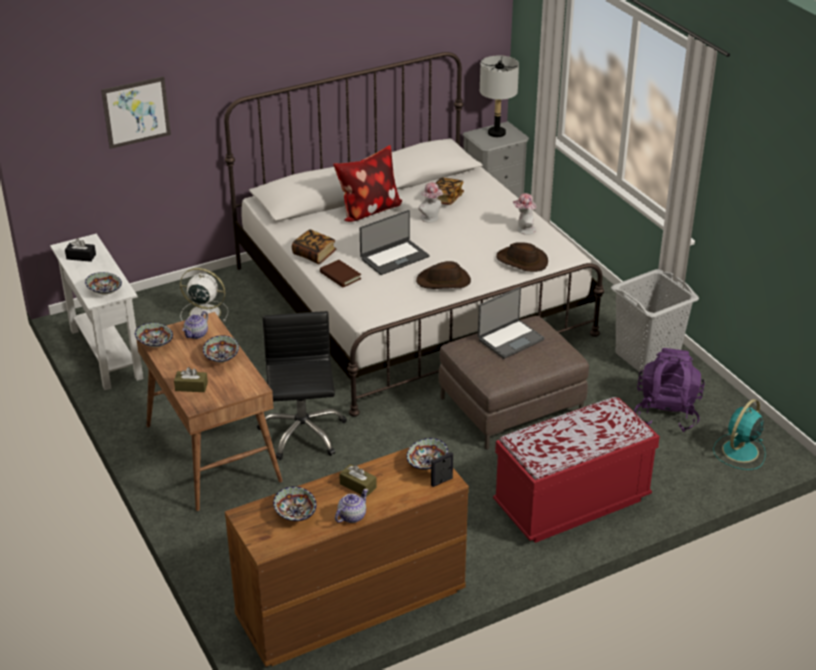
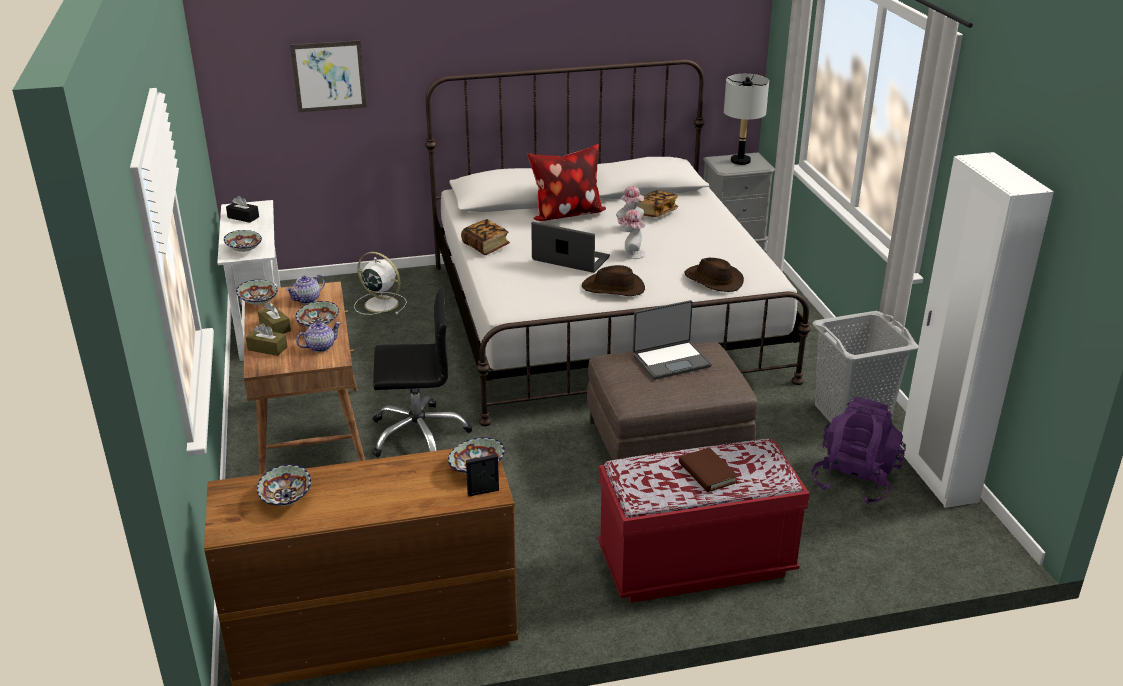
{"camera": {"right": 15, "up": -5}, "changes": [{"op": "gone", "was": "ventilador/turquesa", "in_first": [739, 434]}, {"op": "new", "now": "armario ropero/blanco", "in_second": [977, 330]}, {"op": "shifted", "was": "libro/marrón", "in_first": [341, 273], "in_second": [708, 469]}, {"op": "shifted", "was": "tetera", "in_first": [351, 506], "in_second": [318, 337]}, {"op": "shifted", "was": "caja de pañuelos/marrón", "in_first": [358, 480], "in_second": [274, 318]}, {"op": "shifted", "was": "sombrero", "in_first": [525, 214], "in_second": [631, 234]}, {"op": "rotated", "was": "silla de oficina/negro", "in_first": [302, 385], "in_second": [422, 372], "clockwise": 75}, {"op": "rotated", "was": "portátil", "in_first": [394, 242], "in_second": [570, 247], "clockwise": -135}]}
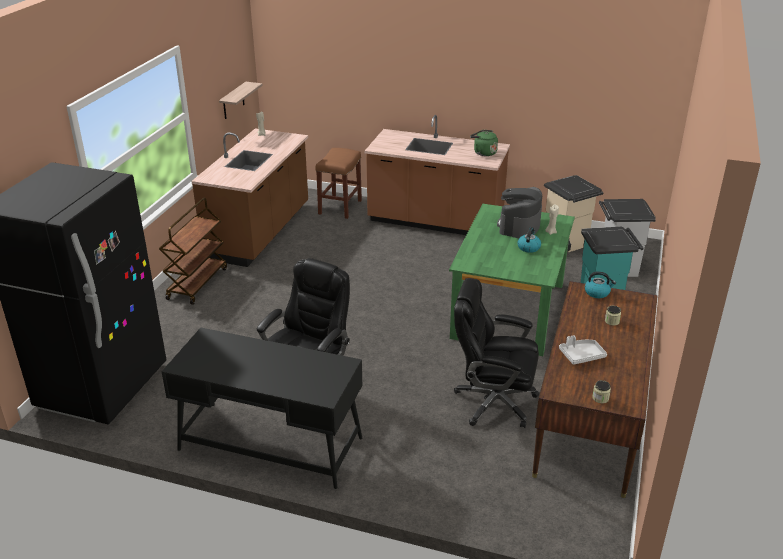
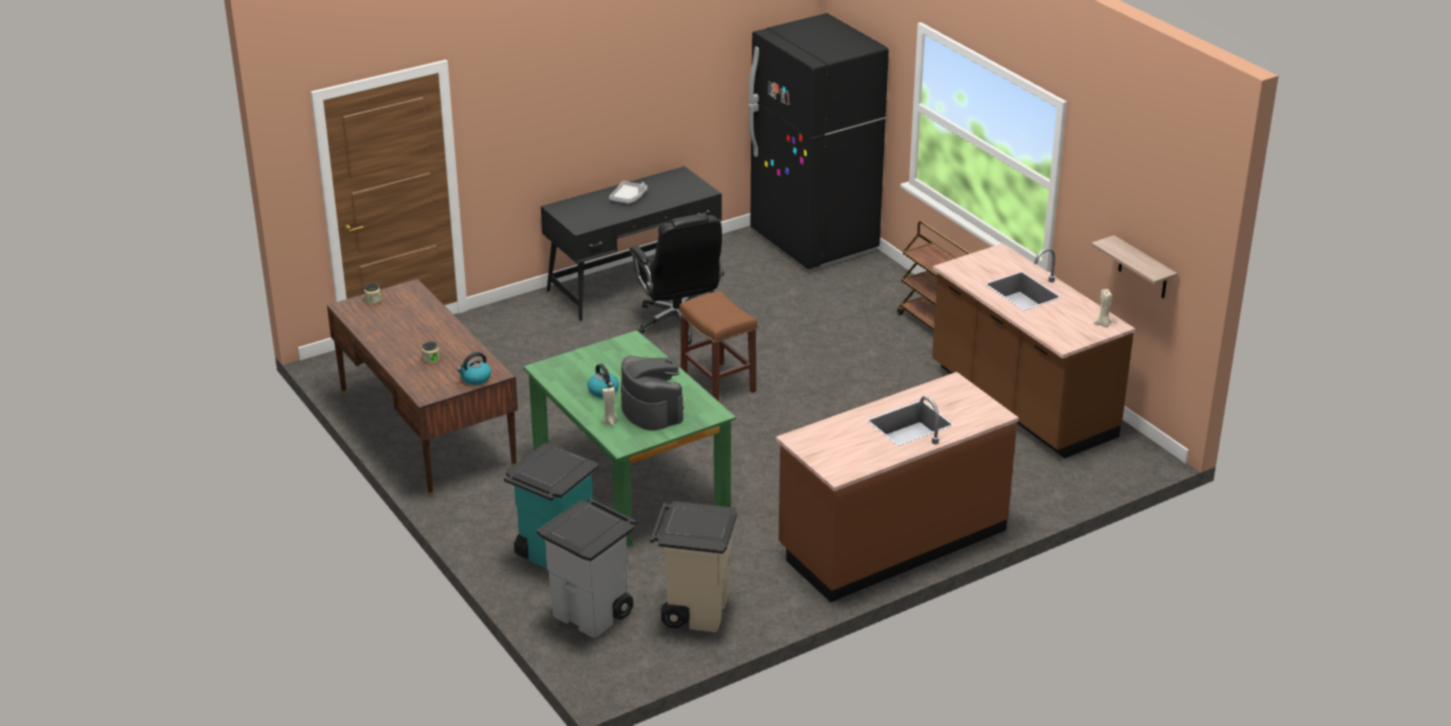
{"camera": {"right": 130, "up": 0}, "changes": [{"op": "gone", "was": "silla de oficina/negro", "in_first": [496, 353]}, {"op": "gone", "was": "hervidor/verde", "in_first": [484, 143]}, {"op": "shifted", "was": "taburete/marrón", "in_first": [339, 183], "in_second": [718, 346]}, {"op": "shifted", "was": "bandeja/gris", "in_first": [583, 350], "in_second": [628, 192]}]}
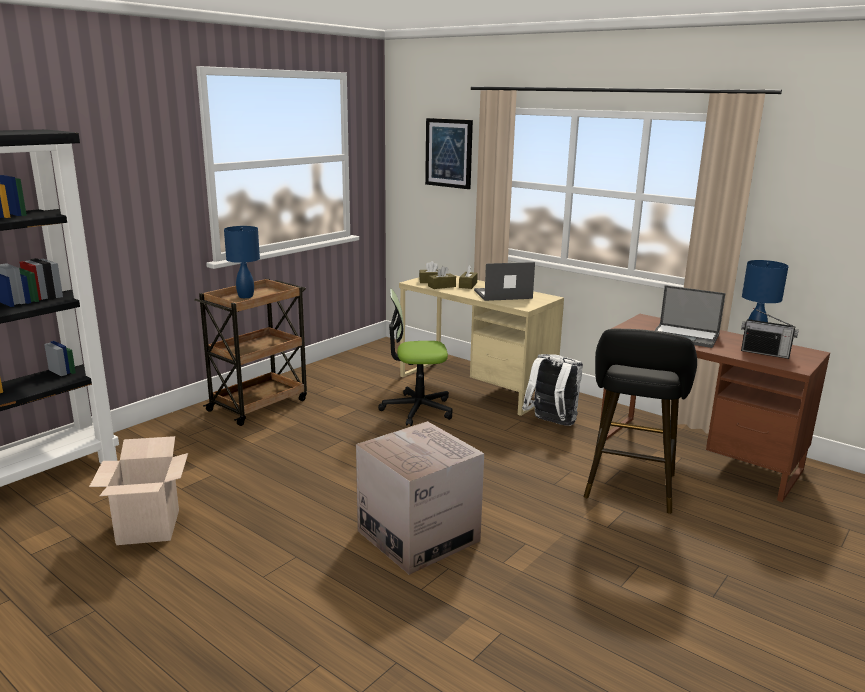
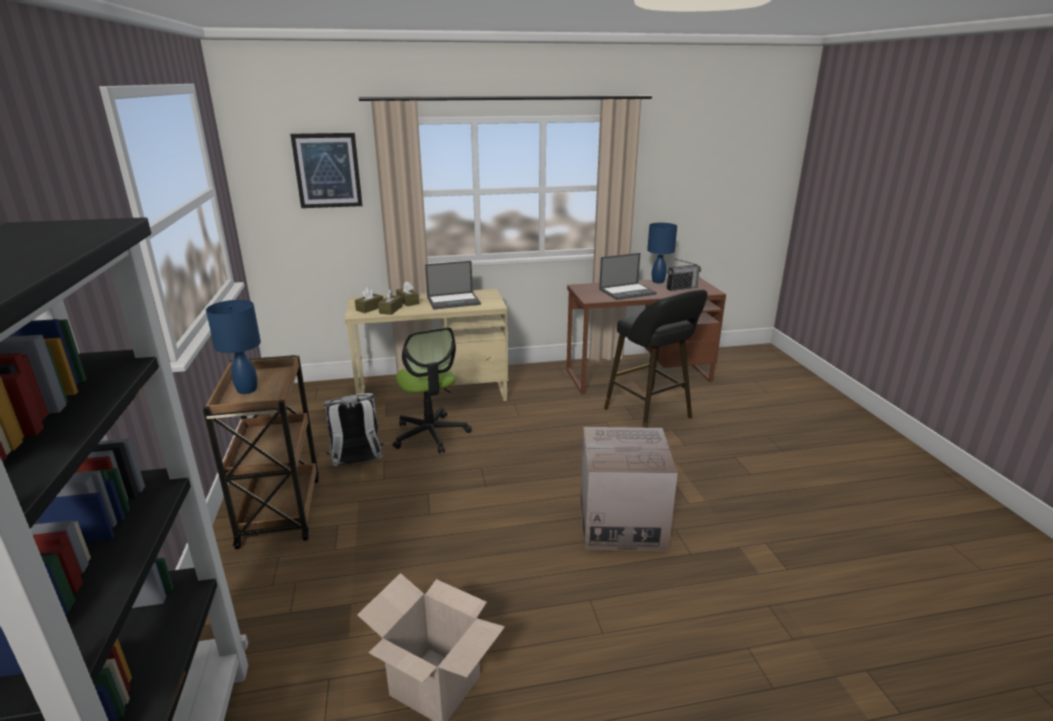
{"camera": {"right": -50, "up": 5}, "changes": [{"op": "shifted", "was": "mochila/blanco", "in_first": [552, 390], "in_second": [353, 429]}, {"op": "rotated", "was": "silla de oficina", "in_first": [415, 357], "in_second": [432, 390], "clockwise": -60}, {"op": "rotated", "was": "portátil", "in_first": [504, 281], "in_second": [453, 285], "clockwise": -135}]}
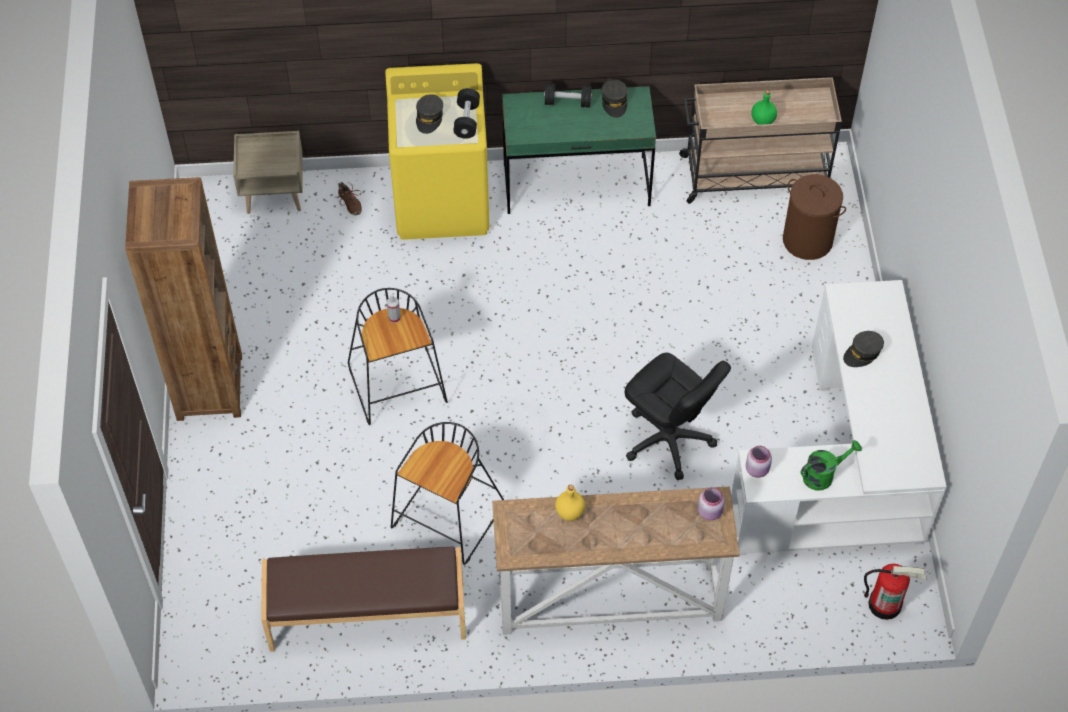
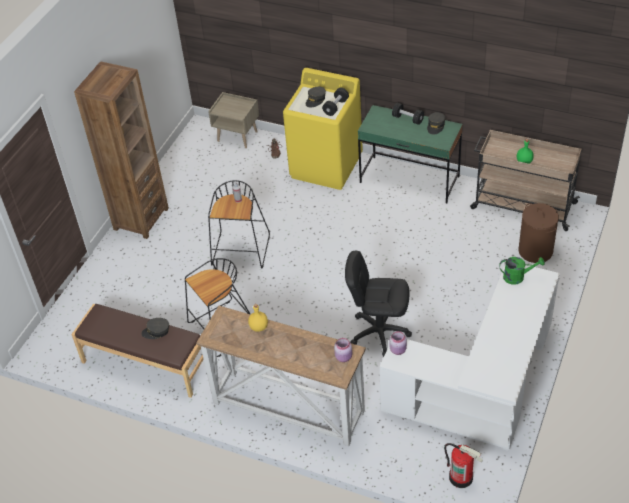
{"camera": {"right": 30, "up": -10}, "changes": [{"op": "shifted", "was": "regadera/verde", "in_first": [831, 465], "in_second": [522, 271]}, {"op": "shifted", "was": "gorra/gris", "in_first": [863, 349], "in_second": [155, 328]}, {"op": "rotated", "was": "silla de oficina/negro", "in_first": [677, 416], "in_second": [378, 304], "clockwise": 120}]}
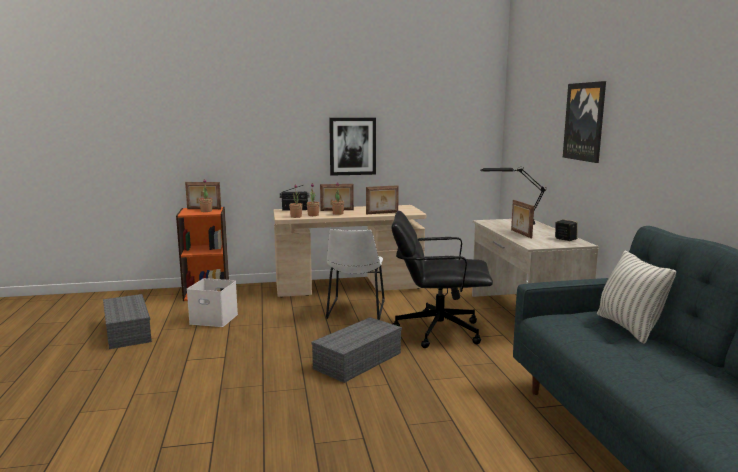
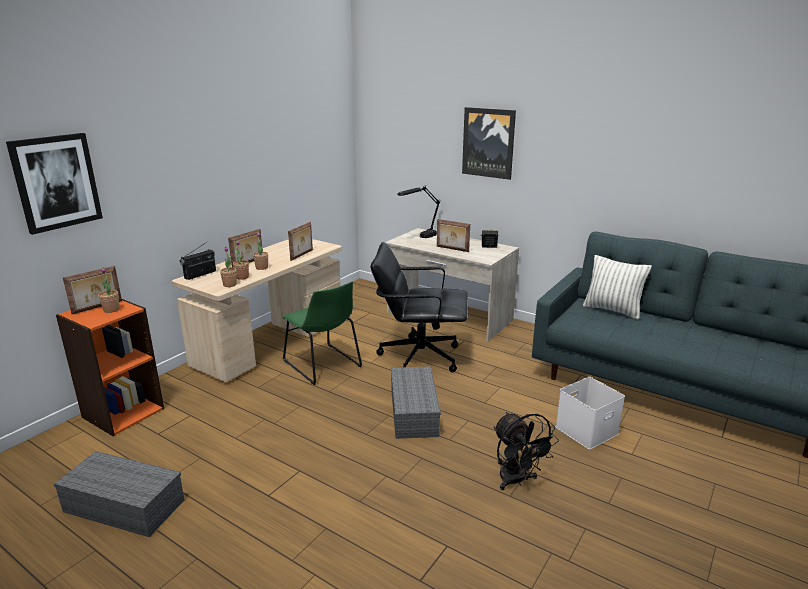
{"camera": {"right": -45, "up": 10}, "changes": [{"op": "new", "now": "ventilador/negro", "in_second": [526, 451]}, {"op": "shifted", "was": "caja de almacenaje/blanco", "in_first": [212, 302], "in_second": [590, 413]}, {"op": "shifted", "was": "cuadro", "in_first": [352, 147], "in_second": [54, 184]}, {"op": "repainted", "was": "silla/blanco", "now": "silla/verde", "in_first": [355, 274], "in_second": [322, 333]}, {"op": "rotated", "was": "silla de oficina/negro", "in_first": [442, 279], "in_second": [419, 307], "clockwise": 45}]}
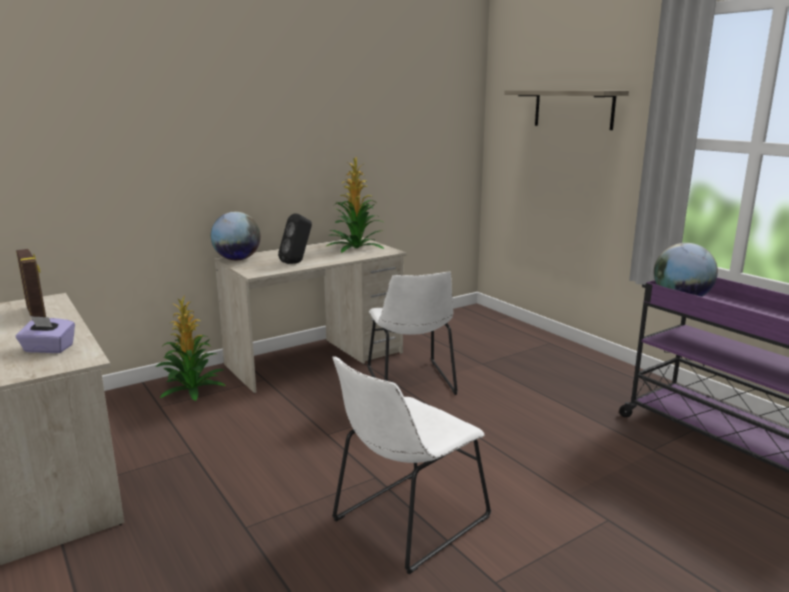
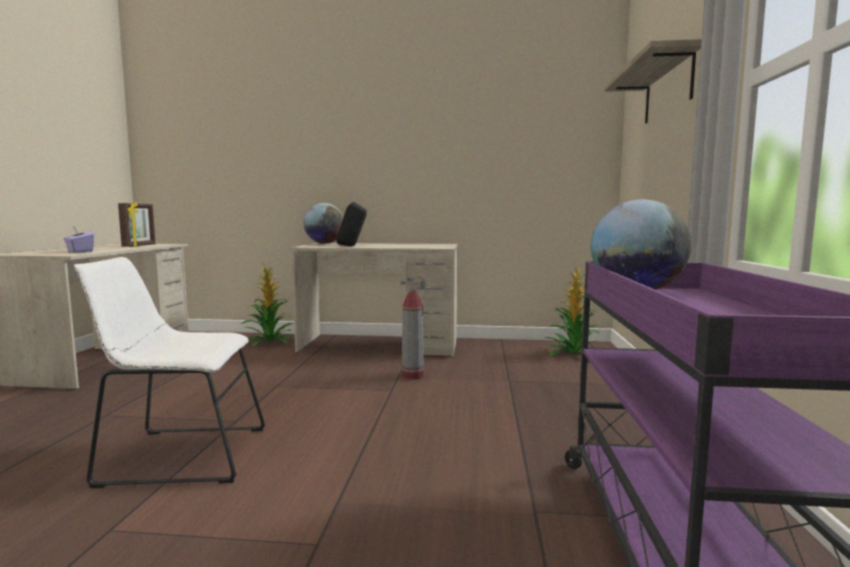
{"camera": {"right": 40, "up": -10}, "changes": [{"op": "shifted", "was": "planta en maceta", "in_first": [355, 204], "in_second": [572, 311]}, {"op": "swapped", "was": "silla/blanco", "now": "extintor", "in_first": [412, 333], "in_second": [412, 328]}]}
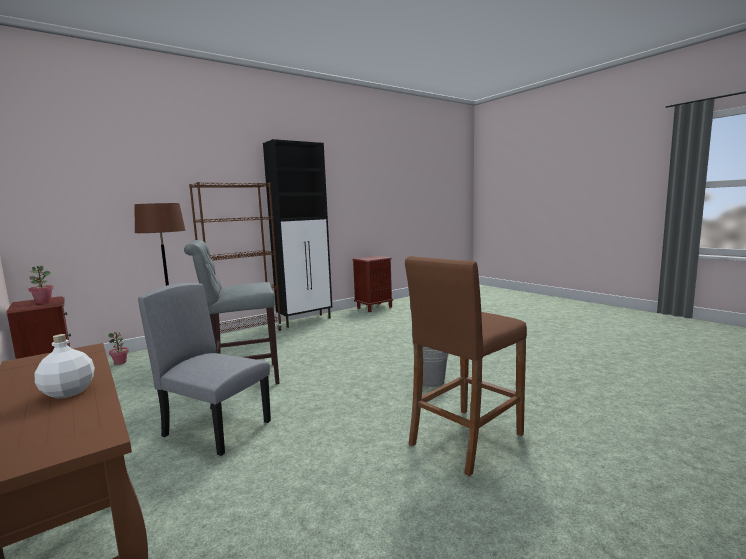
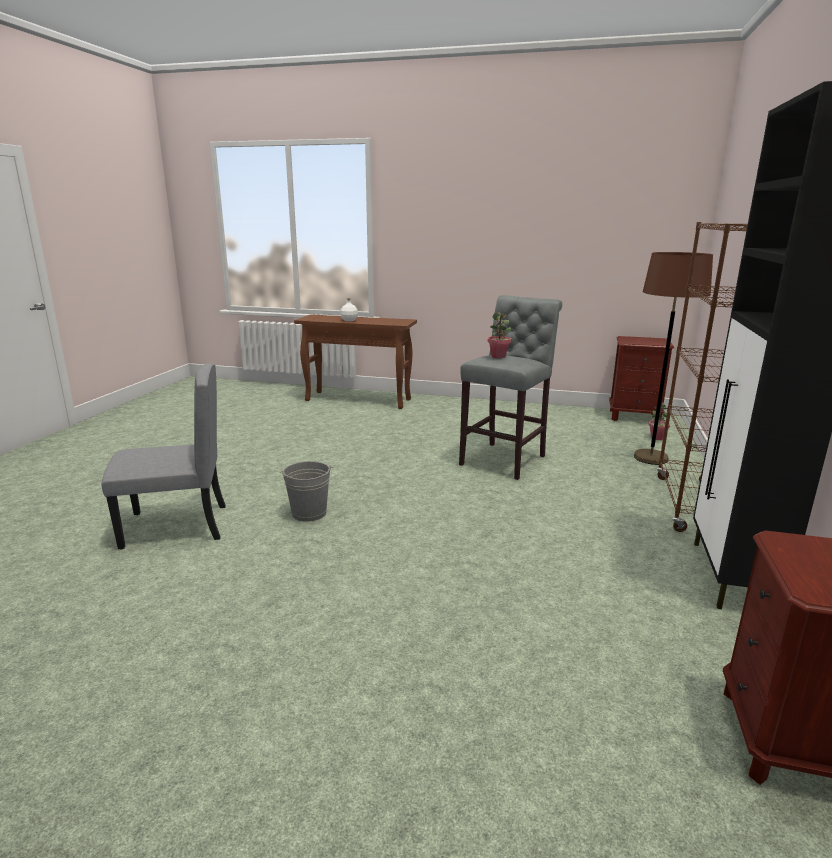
{"camera": {"right": 140, "up": 10}, "changes": [{"op": "gone", "was": "taburete/marrón", "in_first": [466, 366]}, {"op": "shifted", "was": "planta en maceta", "in_first": [41, 285], "in_second": [499, 335]}, {"op": "shifted", "was": "silla/gris", "in_first": [204, 369], "in_second": [163, 457]}]}
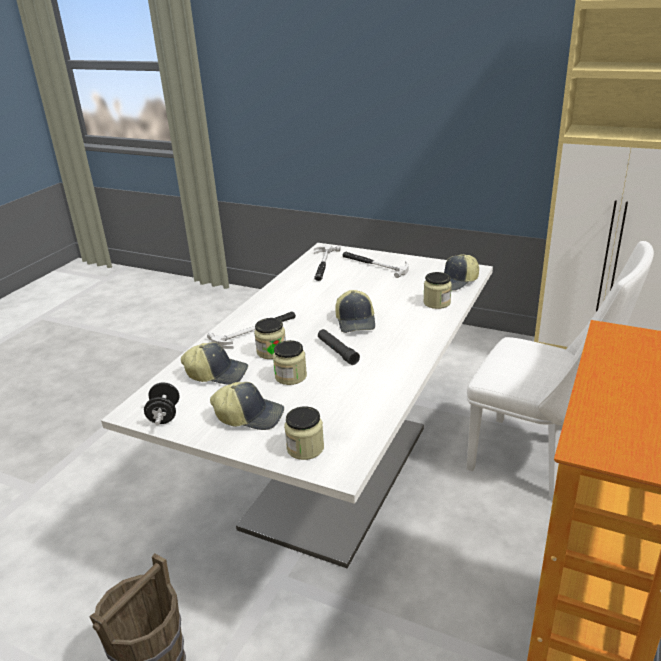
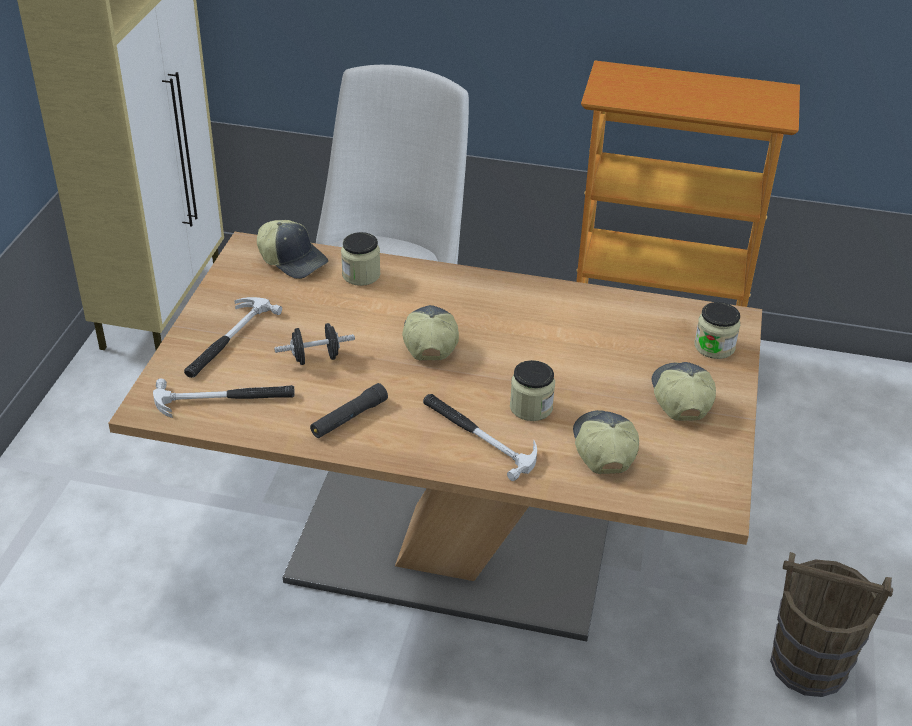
{"camera": {"right": -105, "up": 10}, "changes": [{"op": "gone", "was": "tarro", "in_first": [290, 362]}, {"op": "shifted", "was": "mancuerna/negro", "in_first": [162, 404], "in_second": [314, 344]}, {"op": "shifted", "was": "linterna/negro", "in_first": [339, 347], "in_second": [349, 410]}, {"op": "repainted", "was": "mesa de comedor/blanco", "now": "mesa de comedor/marrón", "in_first": [297, 405], "in_second": [435, 436]}, {"op": "rotated", "was": "gorra", "in_first": [355, 311], "in_second": [430, 333], "clockwise": -75}]}
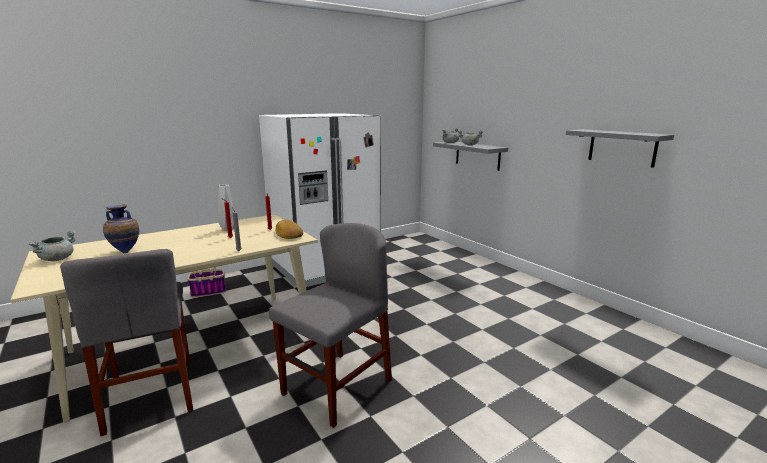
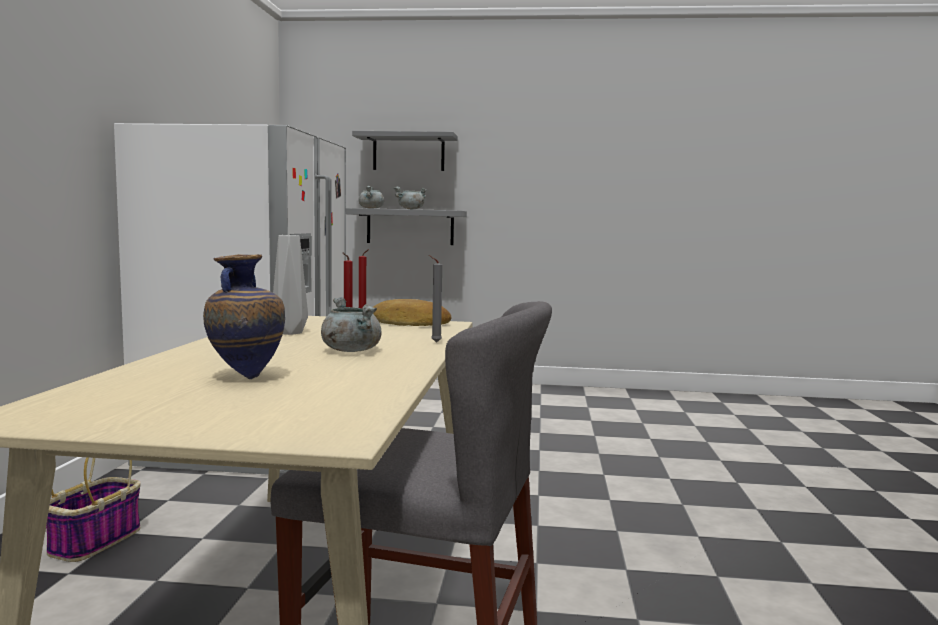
{"camera": {"right": -50, "up": -10}, "changes": [{"op": "gone", "was": "silla/gris", "in_first": [330, 325]}, {"op": "shifted", "was": "olla/gris", "in_first": [52, 246], "in_second": [351, 324]}, {"op": "shifted", "was": "estante/gris", "in_first": [620, 148], "in_second": [405, 151]}]}
